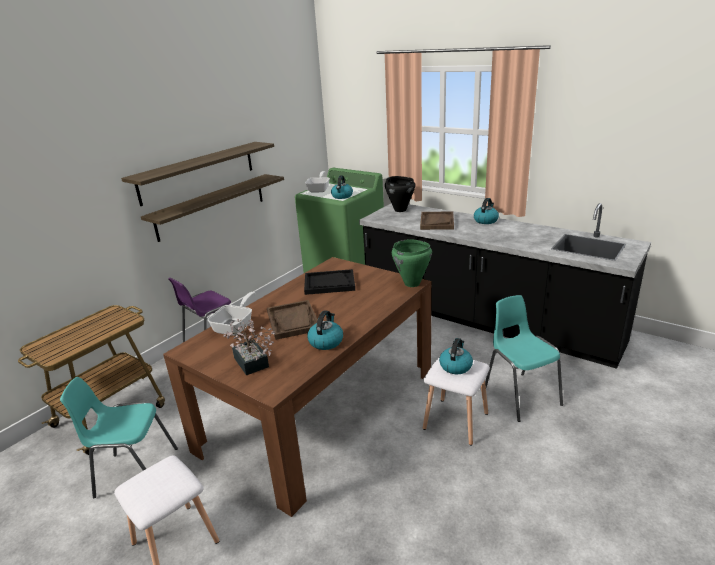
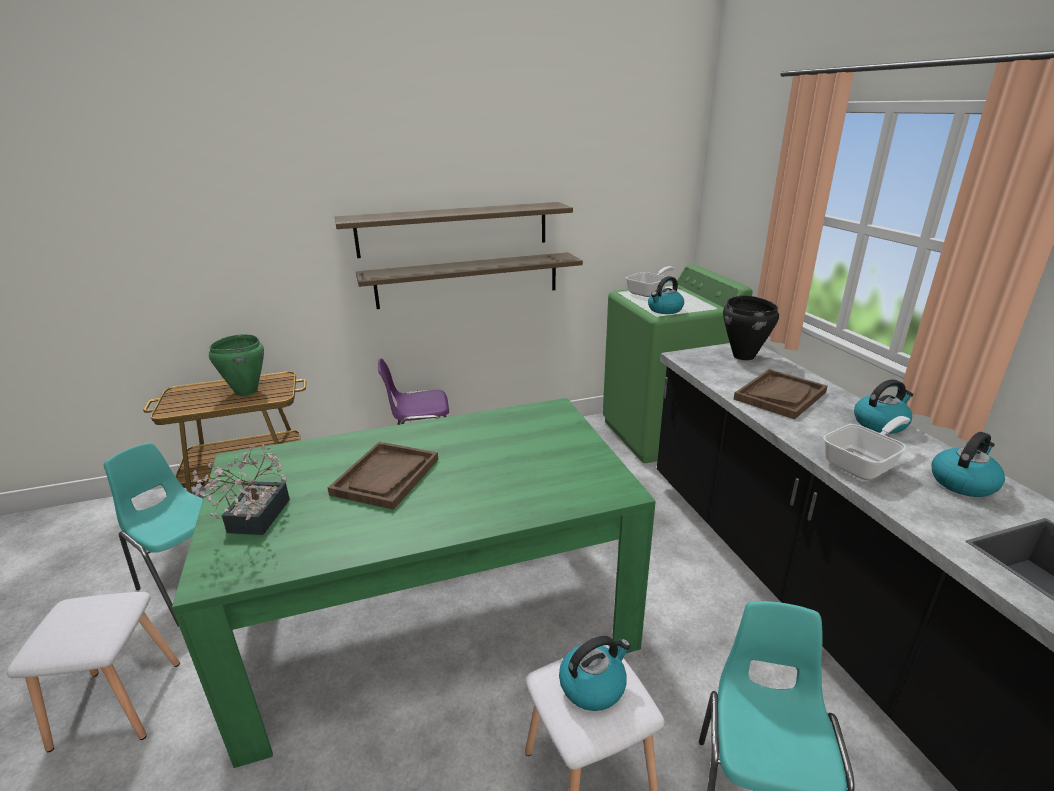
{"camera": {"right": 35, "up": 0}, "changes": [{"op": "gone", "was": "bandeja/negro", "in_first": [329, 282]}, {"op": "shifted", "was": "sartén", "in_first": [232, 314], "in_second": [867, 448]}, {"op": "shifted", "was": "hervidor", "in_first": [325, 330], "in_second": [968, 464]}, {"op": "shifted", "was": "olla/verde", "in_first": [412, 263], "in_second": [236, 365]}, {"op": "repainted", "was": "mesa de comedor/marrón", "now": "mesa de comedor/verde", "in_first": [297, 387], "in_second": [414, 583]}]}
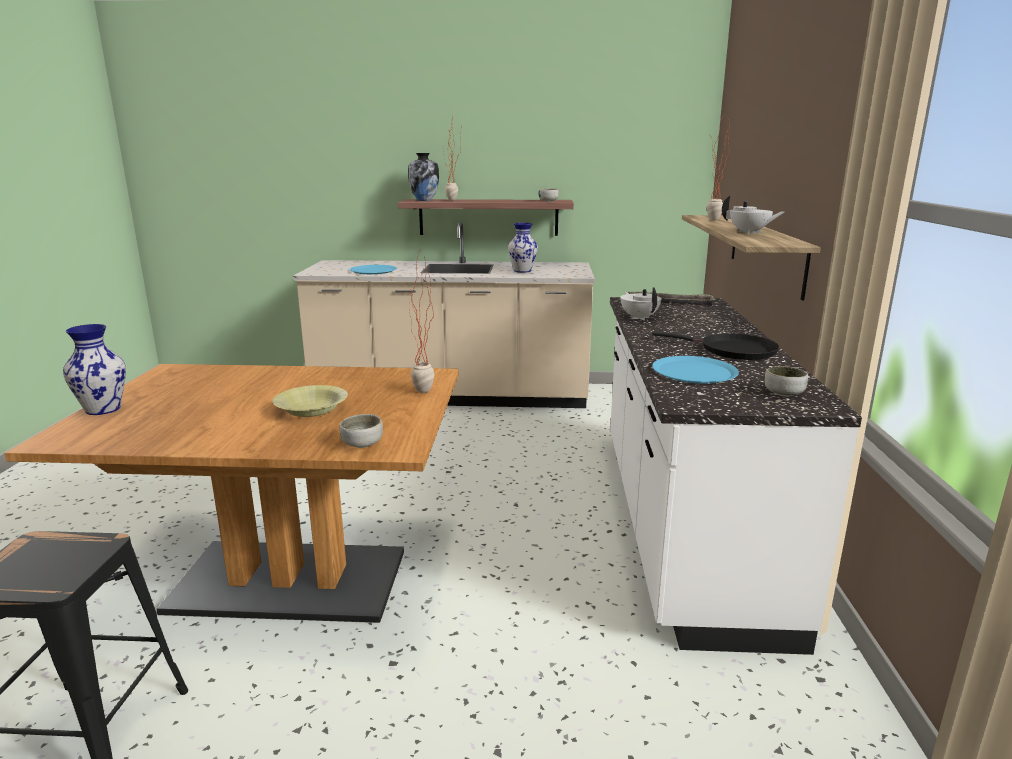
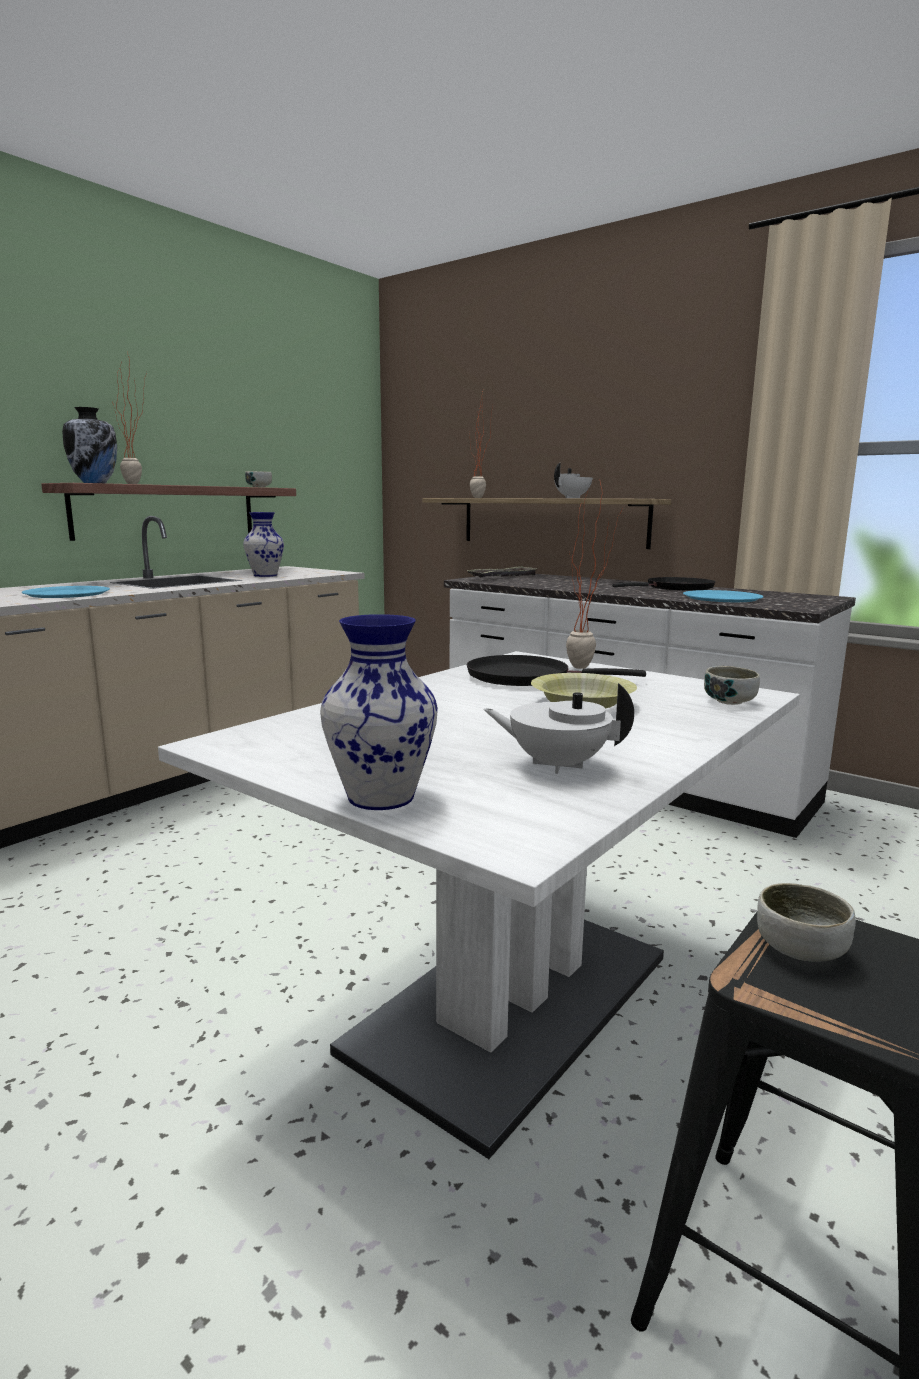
{"camera": {"right": -55, "up": -5}, "changes": [{"op": "new", "now": "sartén/negro", "in_second": [556, 670]}, {"op": "shifted", "was": "tetera/blanco", "in_first": [641, 304], "in_second": [558, 728]}, {"op": "shifted", "was": "cuenco", "in_first": [786, 381], "in_second": [806, 922]}, {"op": "repainted", "was": "mesa de comedor/marrón", "now": "mesa de comedor/blanco", "in_first": [231, 493], "in_second": [479, 905]}]}
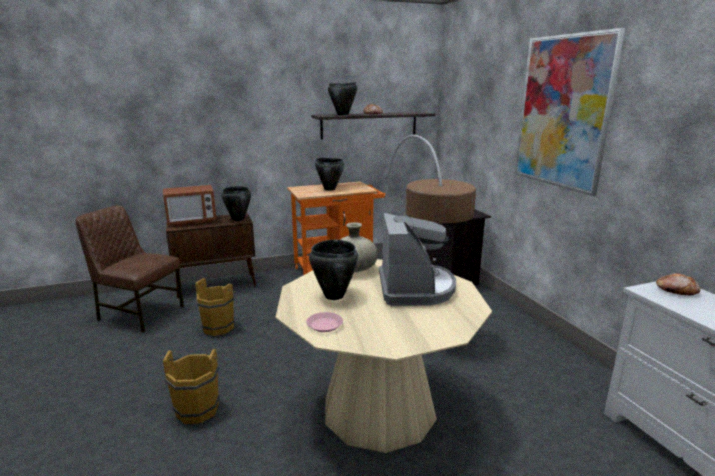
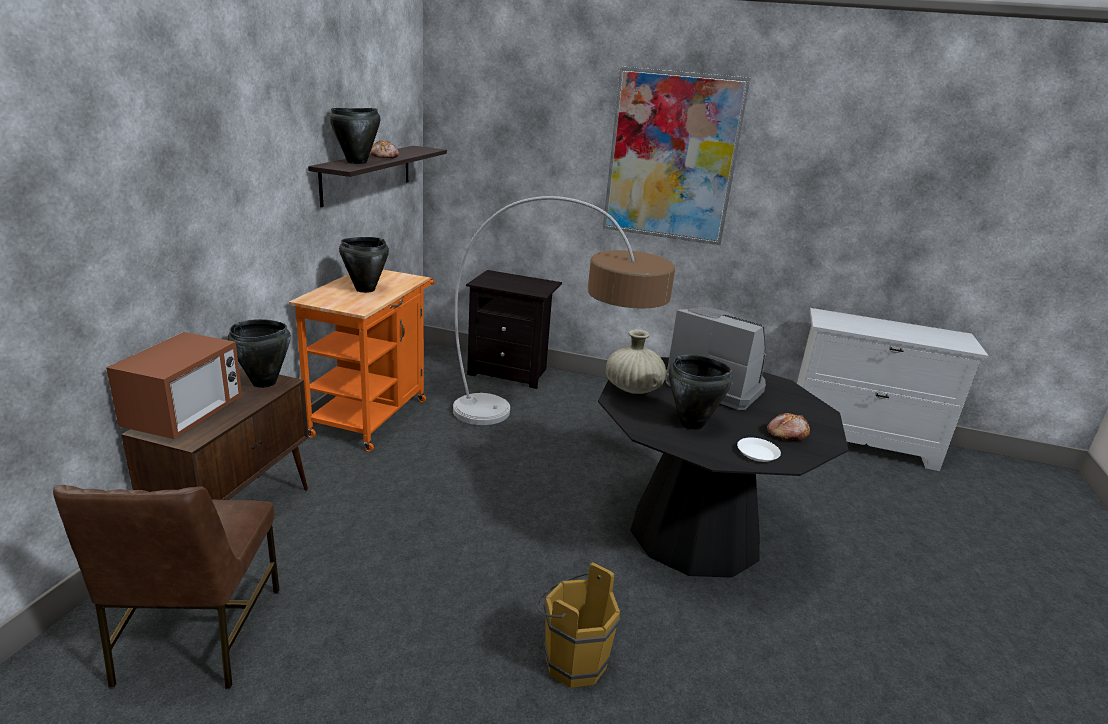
{"camera": {"right": -55, "up": 5}, "changes": [{"op": "gone", "was": "cubo/marrón", "in_first": [216, 307]}, {"op": "shifted", "was": "pan", "in_first": [678, 284], "in_second": [788, 427]}, {"op": "repainted", "was": "mesa de comedor/beis", "now": "mesa de comedor/negro", "in_first": [384, 356], "in_second": [723, 467]}, {"op": "repainted", "was": "plato/rosa", "now": "plato/blanco", "in_first": [324, 322], "in_second": [759, 450]}, {"op": "rotated", "was": "silla/marrón", "in_first": [130, 269], "in_second": [166, 587], "clockwise": -60}]}
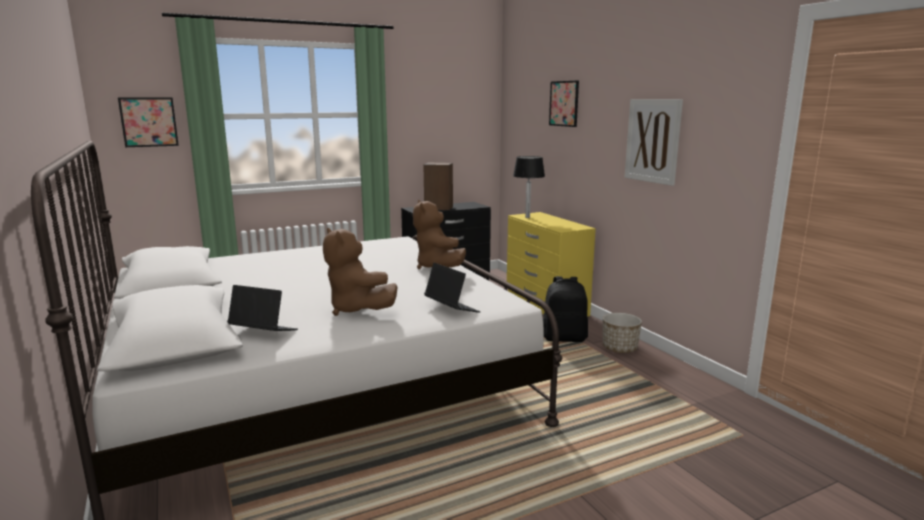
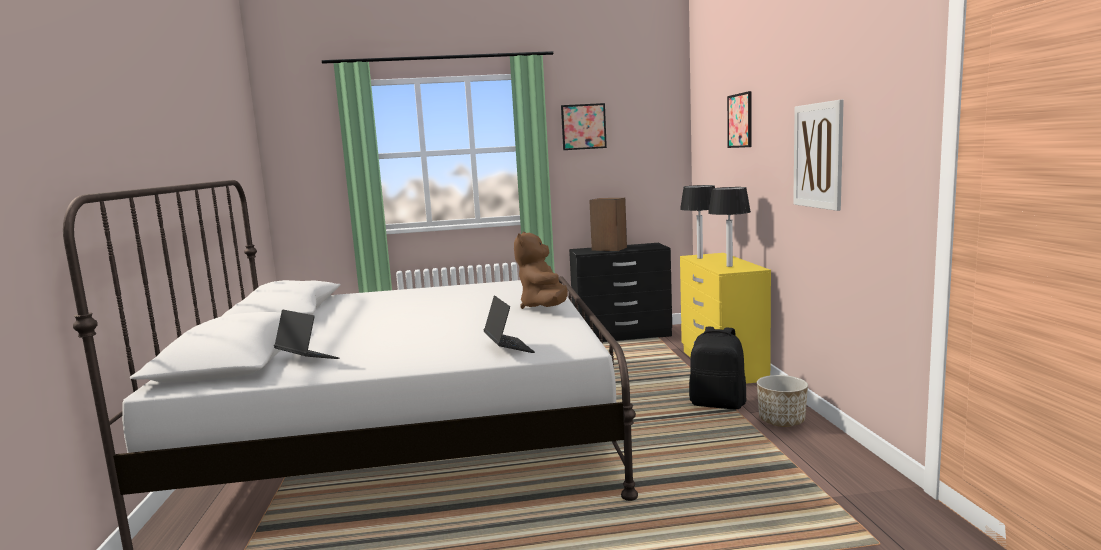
{"camera": {"right": 20, "up": -5}, "changes": [{"op": "gone", "was": "peluche/marrón", "in_first": [360, 272]}, {"op": "new", "now": "lámpara de mesa", "in_second": [729, 227]}, {"op": "shifted", "was": "cuadro", "in_first": [148, 122], "in_second": [584, 126]}]}
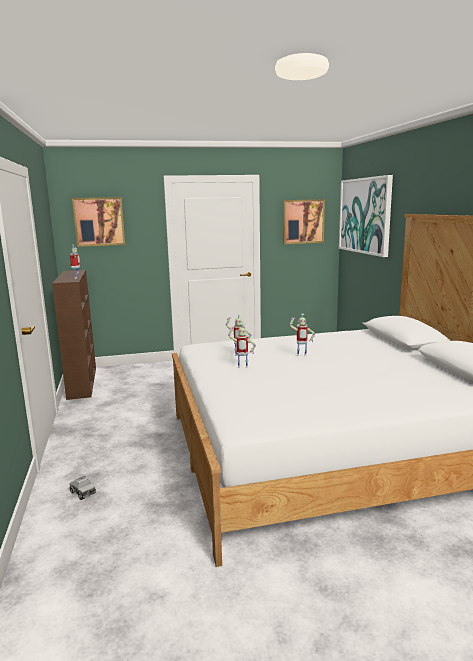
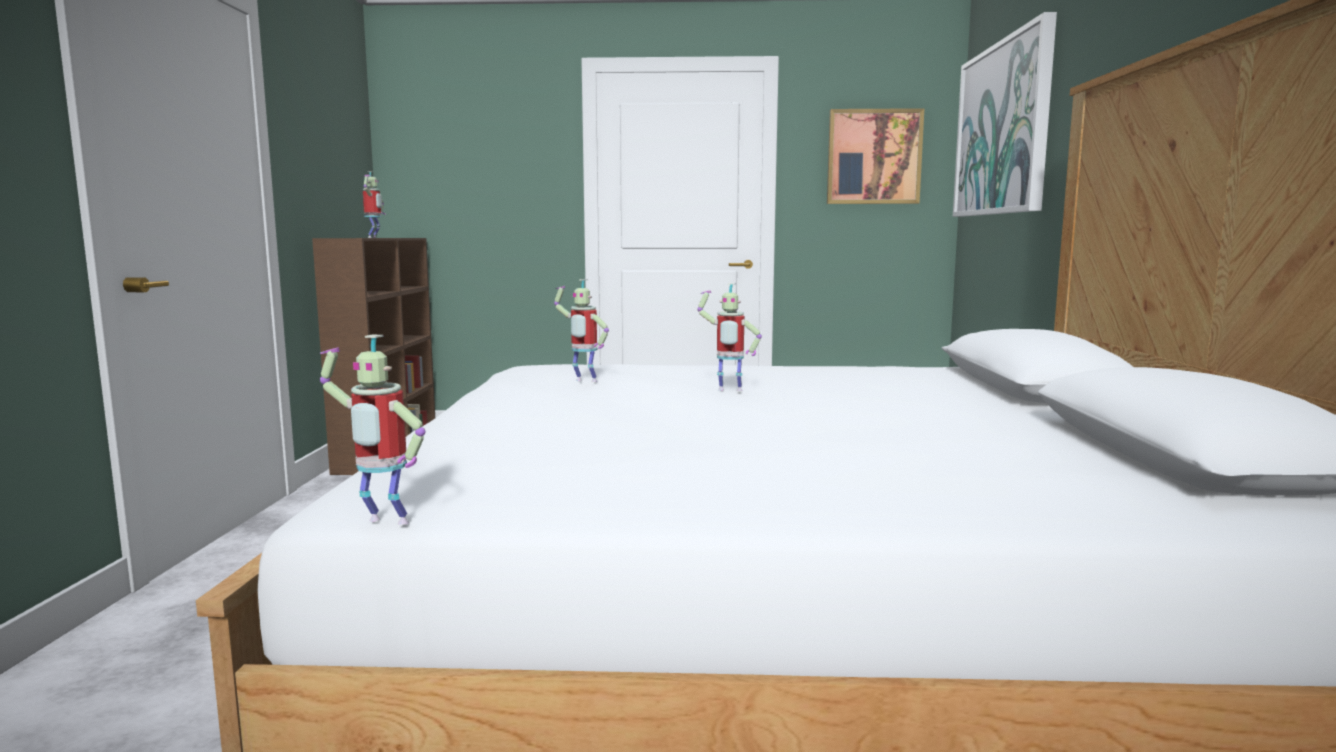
{"camera": {"right": 15, "up": -5}, "changes": [{"op": "gone", "was": "camión de juguete", "in_first": [82, 488]}, {"op": "gone", "was": "cuadro", "in_first": [98, 222]}, {"op": "shifted", "was": "robot de juguete", "in_first": [242, 346], "in_second": [373, 429]}]}
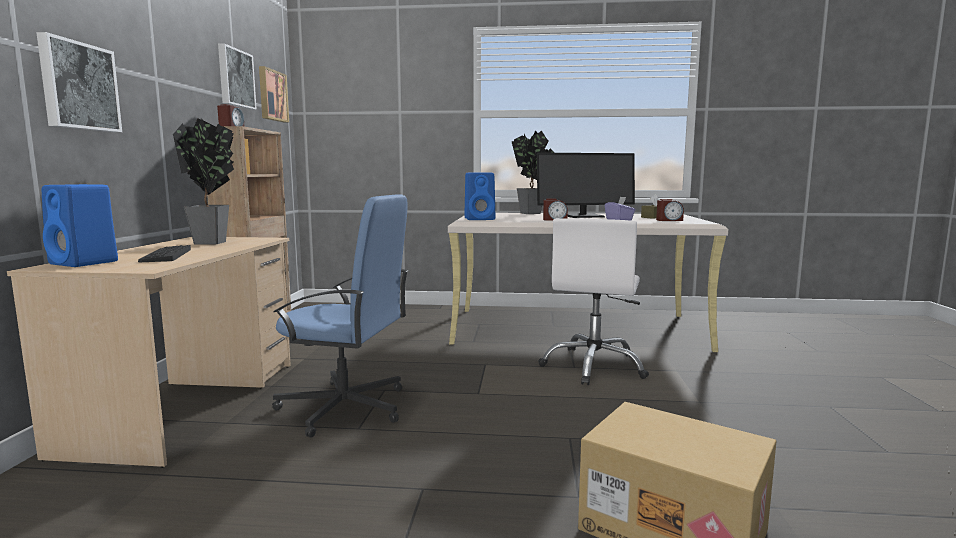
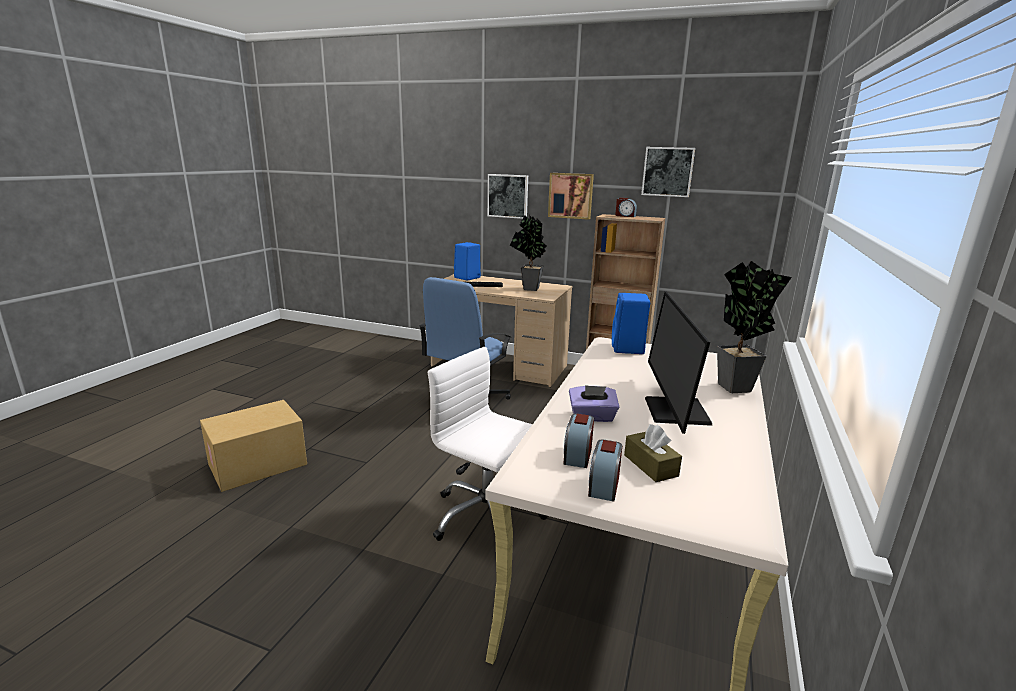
{"camera": {"right": 105, "up": 10}, "changes": [{"op": "shifted", "was": "cuadro", "in_first": [274, 94], "in_second": [571, 196]}, {"op": "shifted", "was": "despertador", "in_first": [555, 209], "in_second": [605, 470]}]}
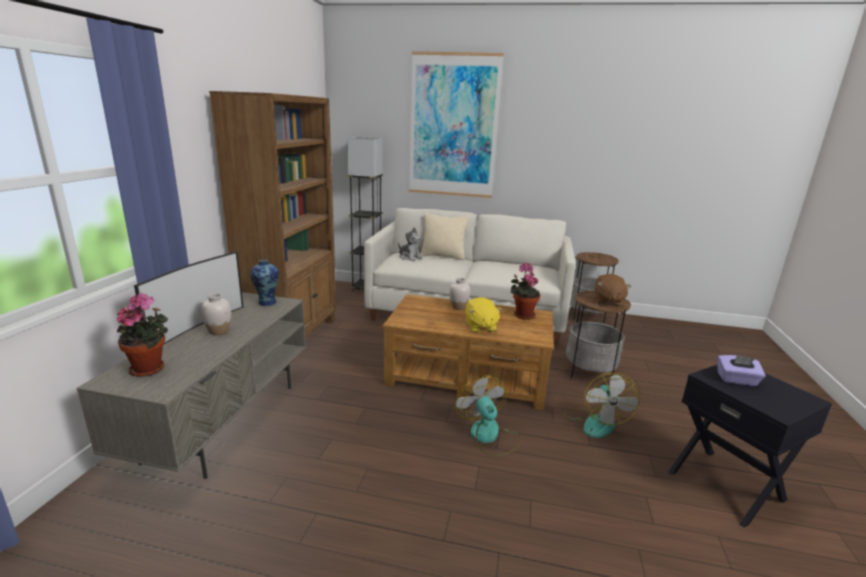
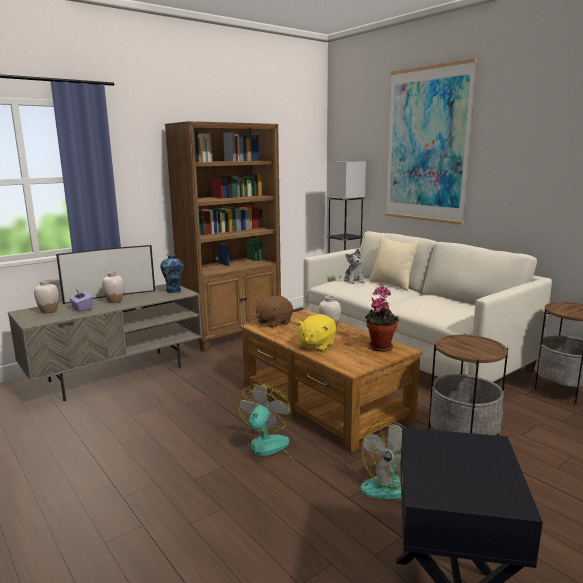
{"camera": {"right": 40, "up": -5}, "changes": [{"op": "shifted", "was": "peluche/marrón", "in_first": [613, 290], "in_second": [274, 312]}, {"op": "shifted", "was": "caja de pañuelos/morado", "in_first": [742, 370], "in_second": [81, 301]}, {"op": "swapped", "was": "planta en maceta", "now": "florero/blanco", "in_first": [142, 335], "in_second": [46, 296]}]}
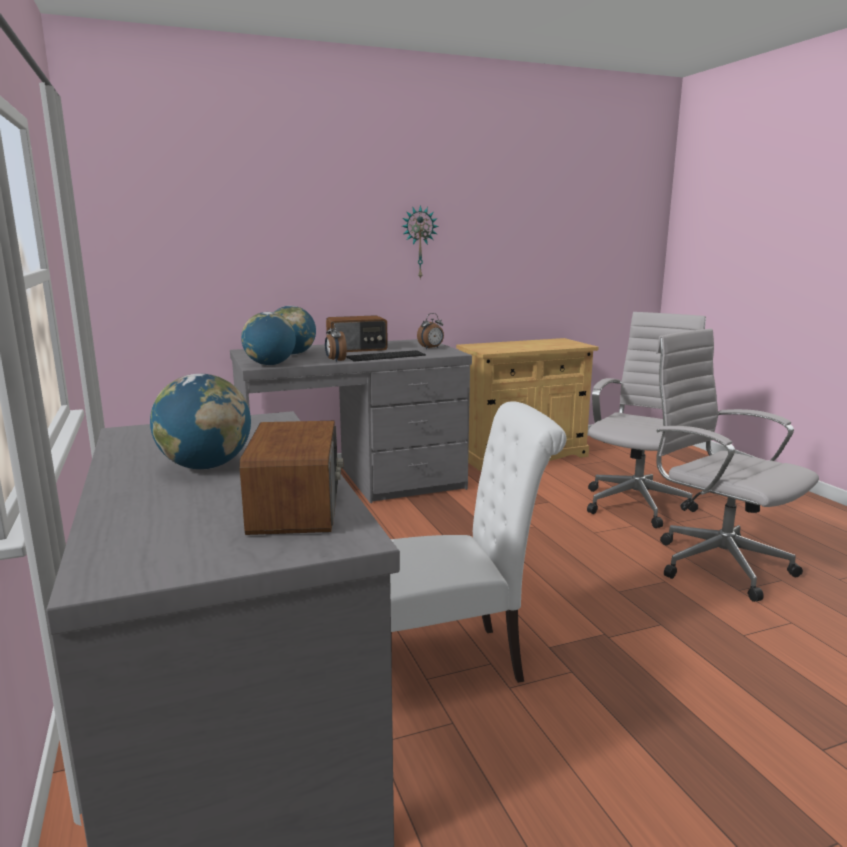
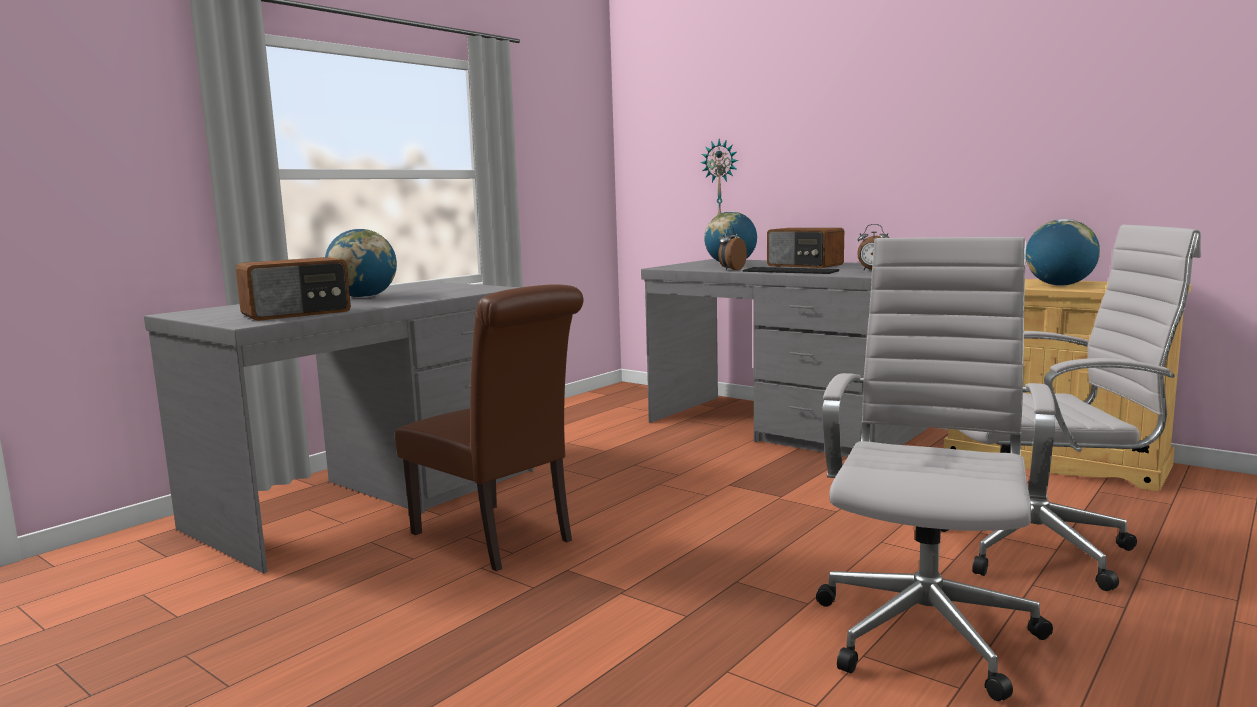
{"camera": {"right": 60, "up": -5}, "changes": [{"op": "shifted", "was": "globo terráqueo", "in_first": [268, 338], "in_second": [1063, 252]}, {"op": "shifted", "was": "reloj de pared", "in_first": [420, 242], "in_second": [719, 177]}, {"op": "repainted", "was": "silla/blanco", "now": "silla/marrón", "in_first": [478, 542], "in_second": [489, 427]}]}
